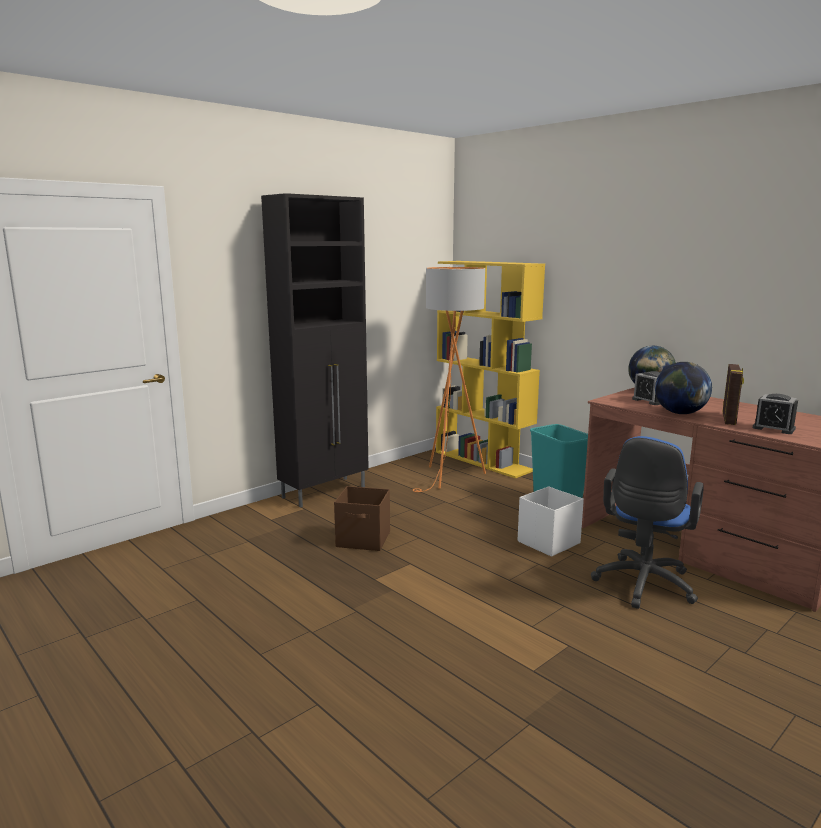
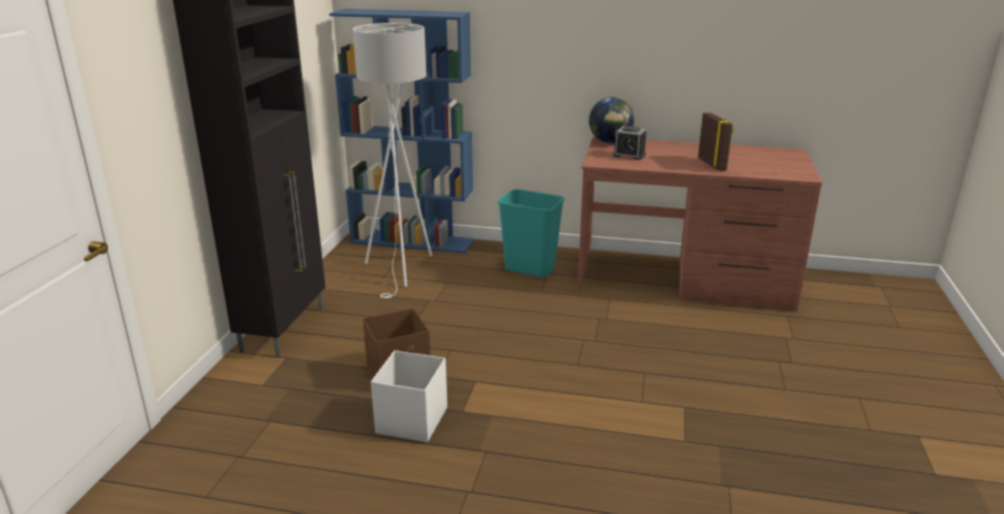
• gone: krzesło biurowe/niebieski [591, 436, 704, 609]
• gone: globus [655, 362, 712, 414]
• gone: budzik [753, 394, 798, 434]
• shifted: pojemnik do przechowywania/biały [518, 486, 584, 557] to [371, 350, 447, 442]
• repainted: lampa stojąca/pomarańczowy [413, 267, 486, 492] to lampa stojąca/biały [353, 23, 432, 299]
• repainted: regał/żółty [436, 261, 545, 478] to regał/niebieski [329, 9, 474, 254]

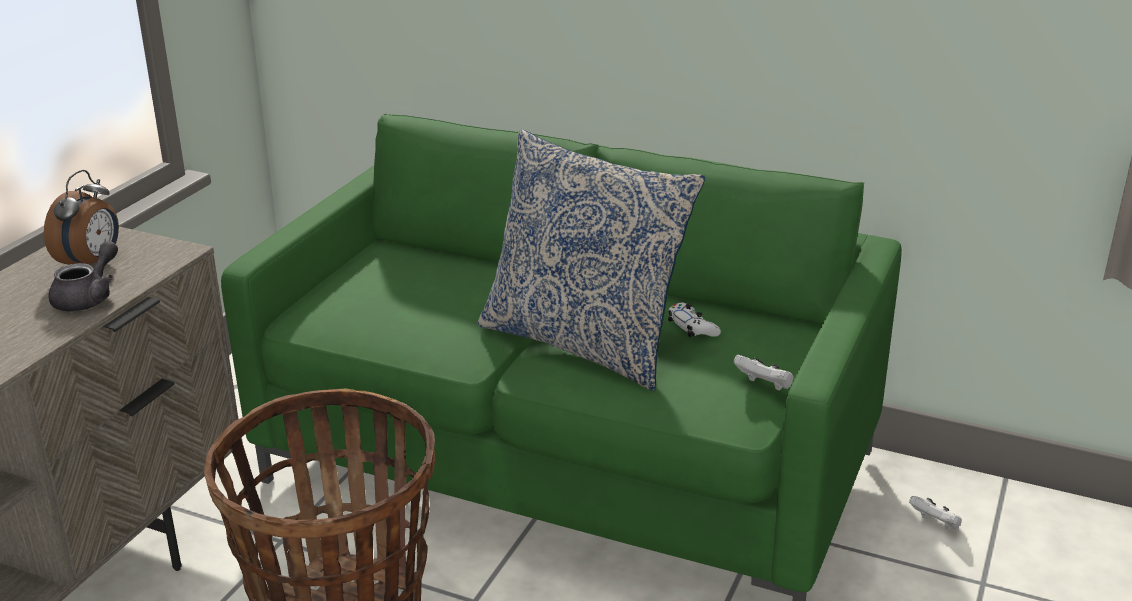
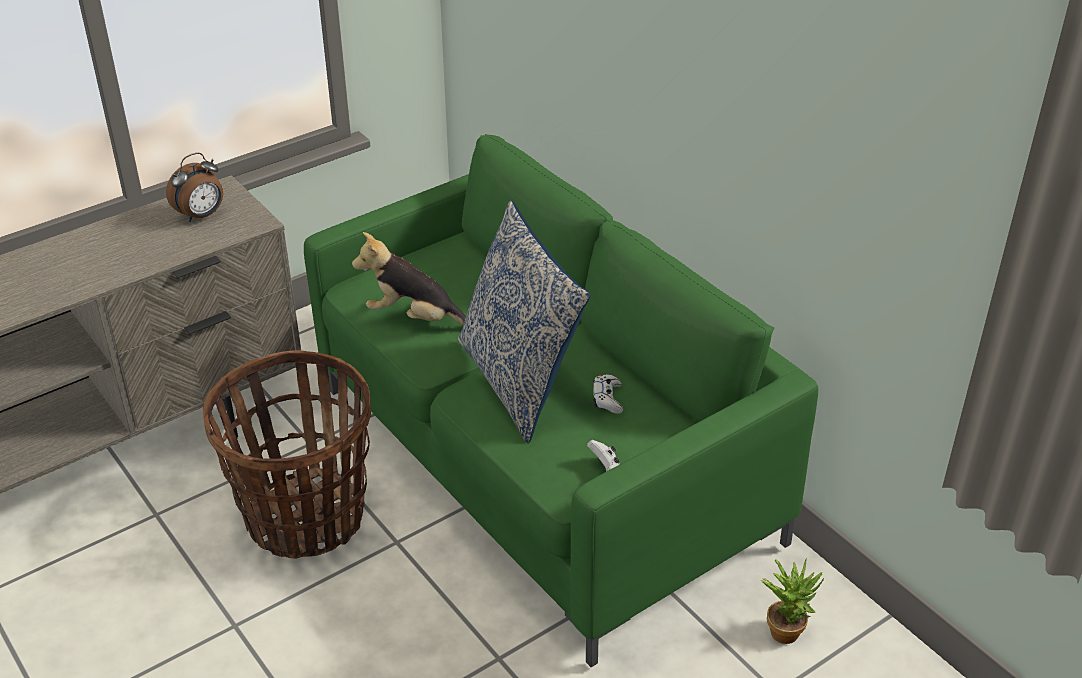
• gone: imbryk/szary [48, 241, 118, 312]
• new: pluszak [352, 232, 466, 325]
• swapped: pad do gier/biały [909, 496, 962, 530] to roślina doniczkowa [761, 558, 824, 644]

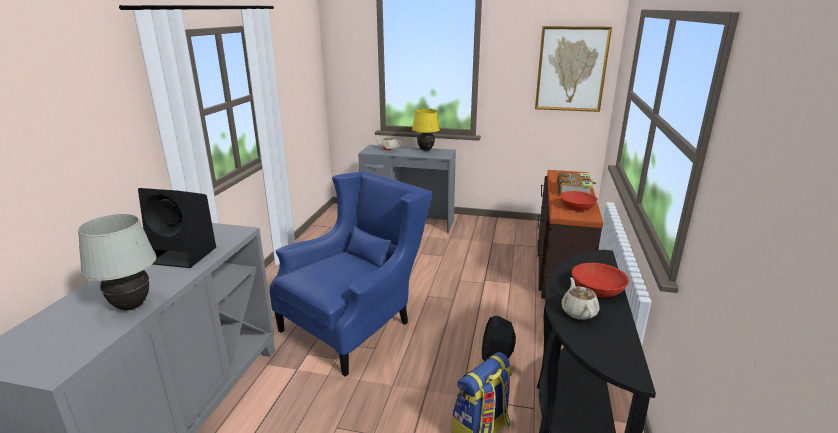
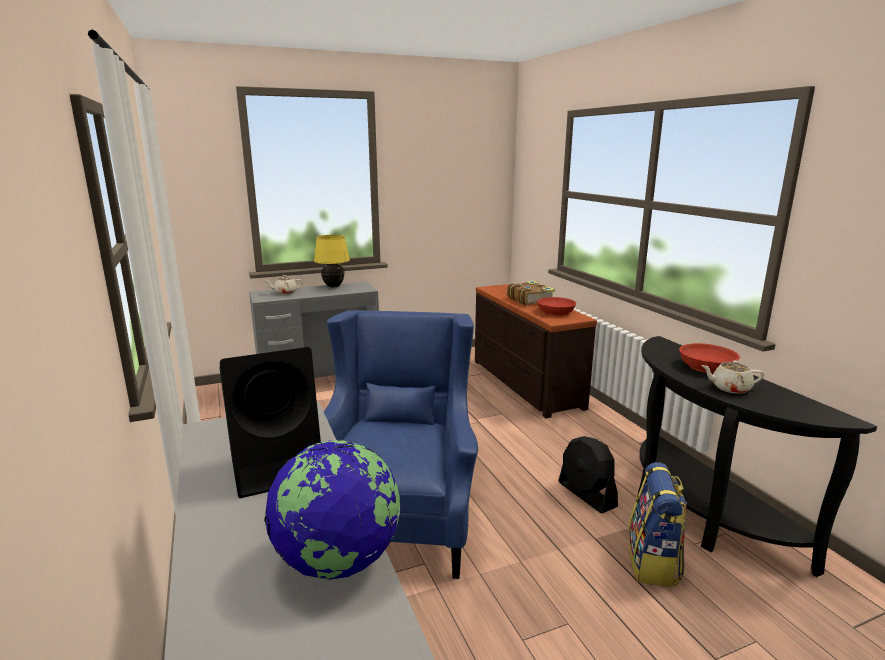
• gone: obraz [535, 26, 612, 112]
• swapped: lampa stołowa/biały [78, 214, 157, 311] to globus [264, 439, 400, 580]
• rotated: imbryk/beżowy [561, 278, 599, 320] = [702, 360, 764, 394] 45 degrees counterclockwise

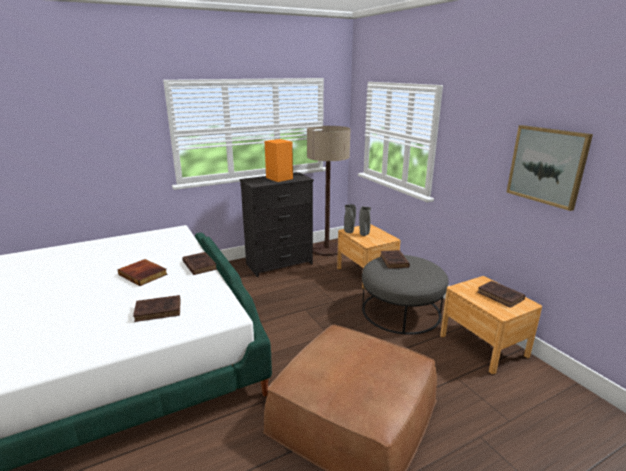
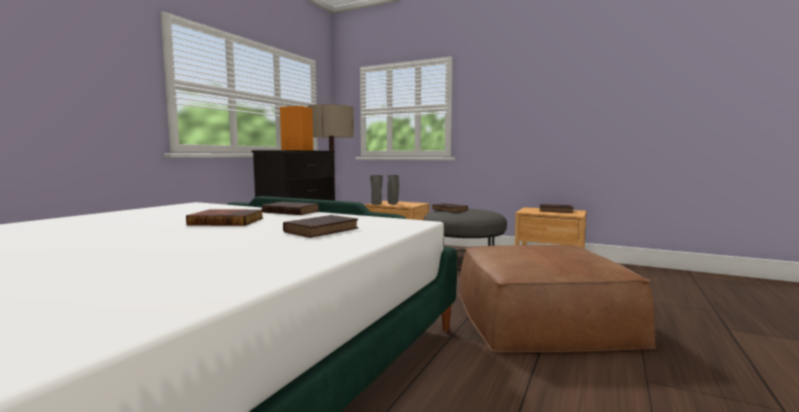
• gone: obraz [507, 125, 593, 211]

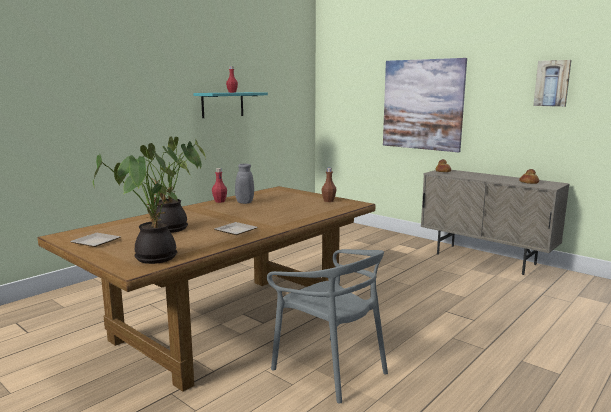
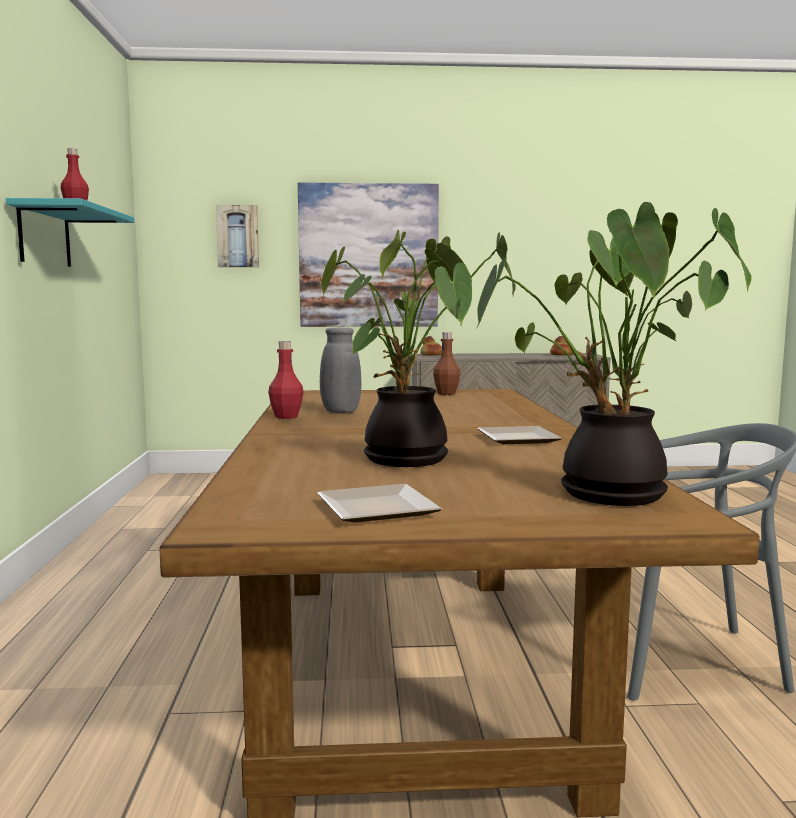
• shifted: obraz [533, 60, 571, 107] to [216, 205, 259, 267]

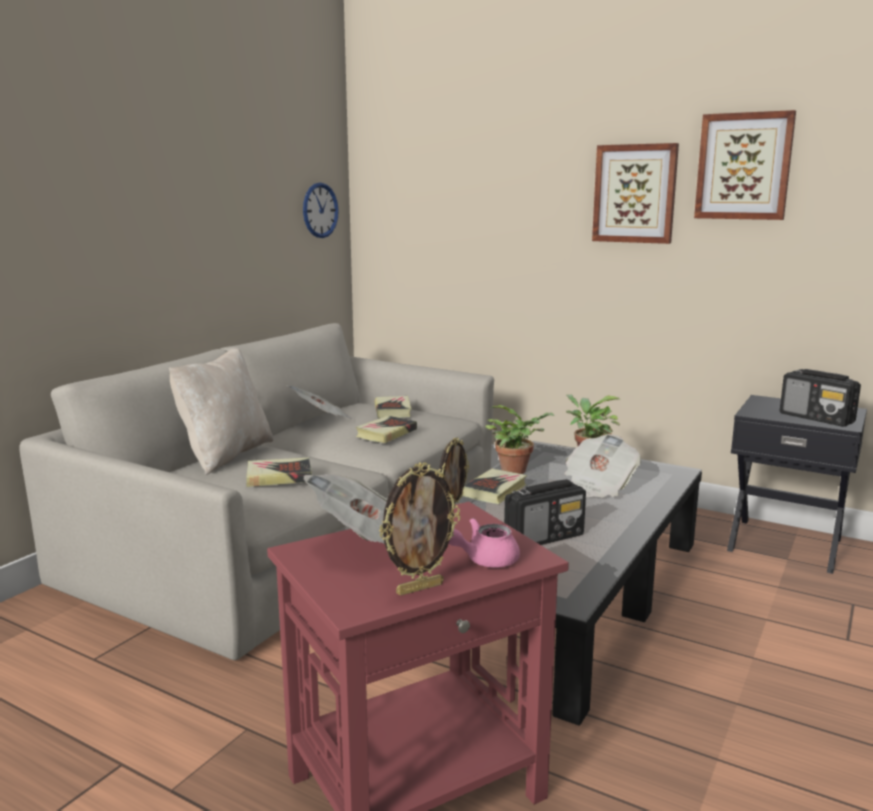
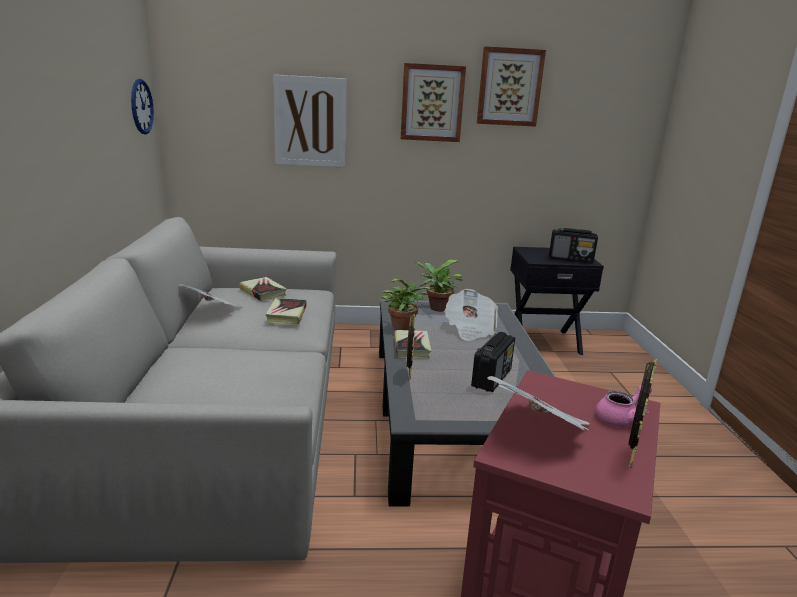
• gone: poduszka/beżowy [169, 348, 274, 475]
• gone: książka [246, 458, 312, 487]
• new: obraz [273, 75, 347, 167]
• rotated: imbryk/różowy [449, 518, 520, 568] = [595, 384, 652, 427] 150 degrees counterclockwise

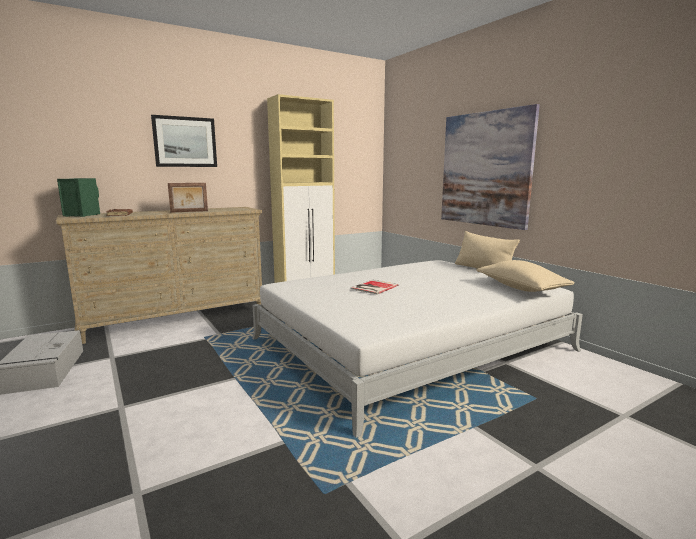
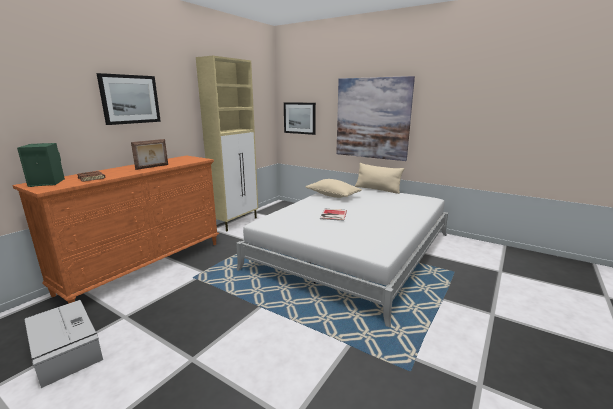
• new: obraz [284, 102, 316, 135]
• shifted: poduszka/beżowy [476, 260, 575, 292] to [305, 179, 362, 198]
• repainted: komoda/beżowy [56, 207, 262, 344] to komoda/pomarańczowy [12, 156, 219, 304]

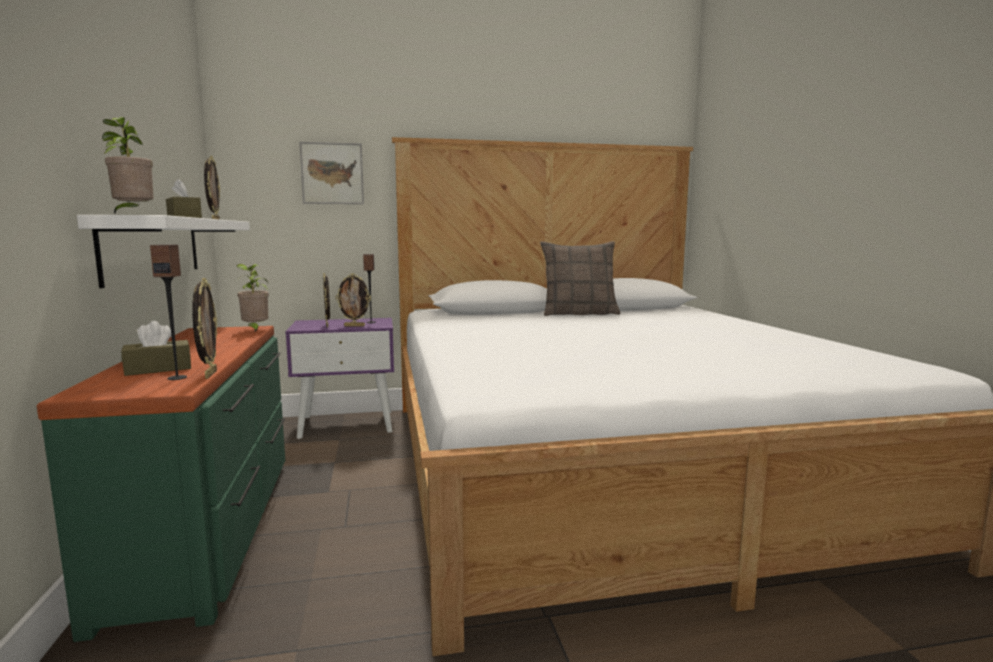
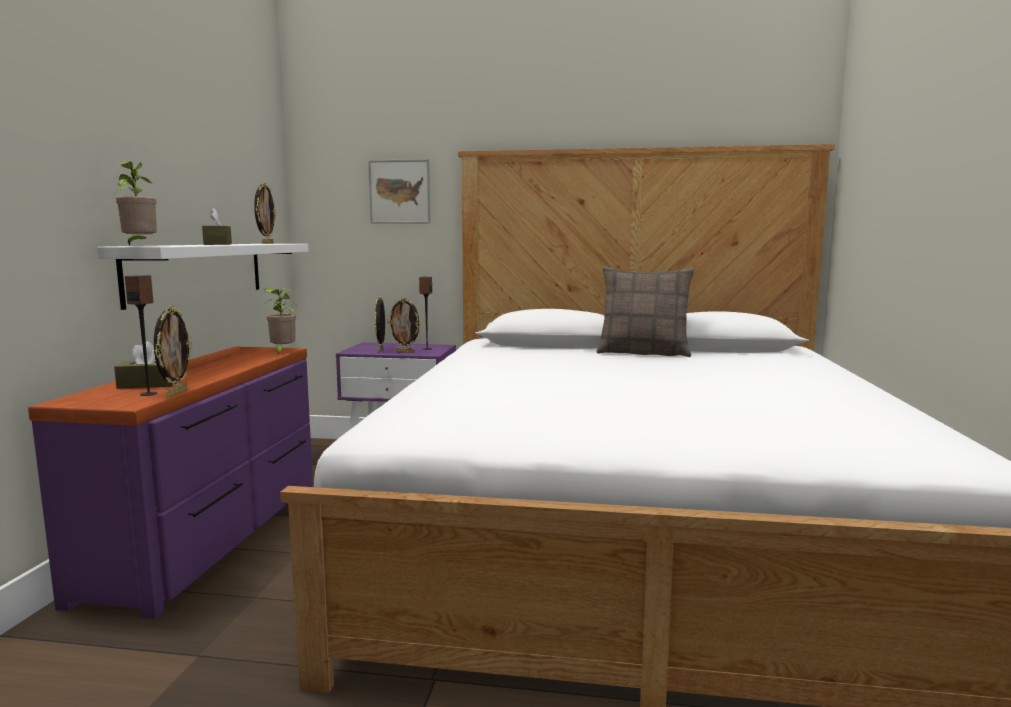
• repainted: komoda/zielony [37, 326, 285, 642] to komoda/fioletowy [28, 346, 313, 619]

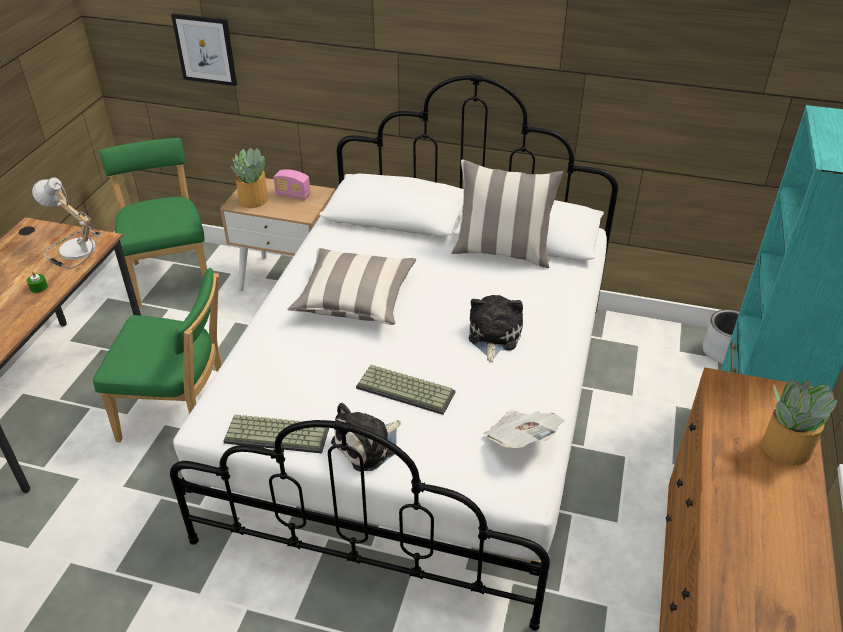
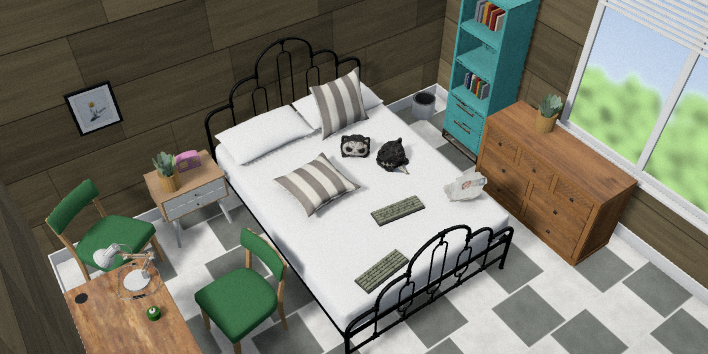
• shifted: pluszak [331, 403, 401, 471] to [341, 134, 370, 158]

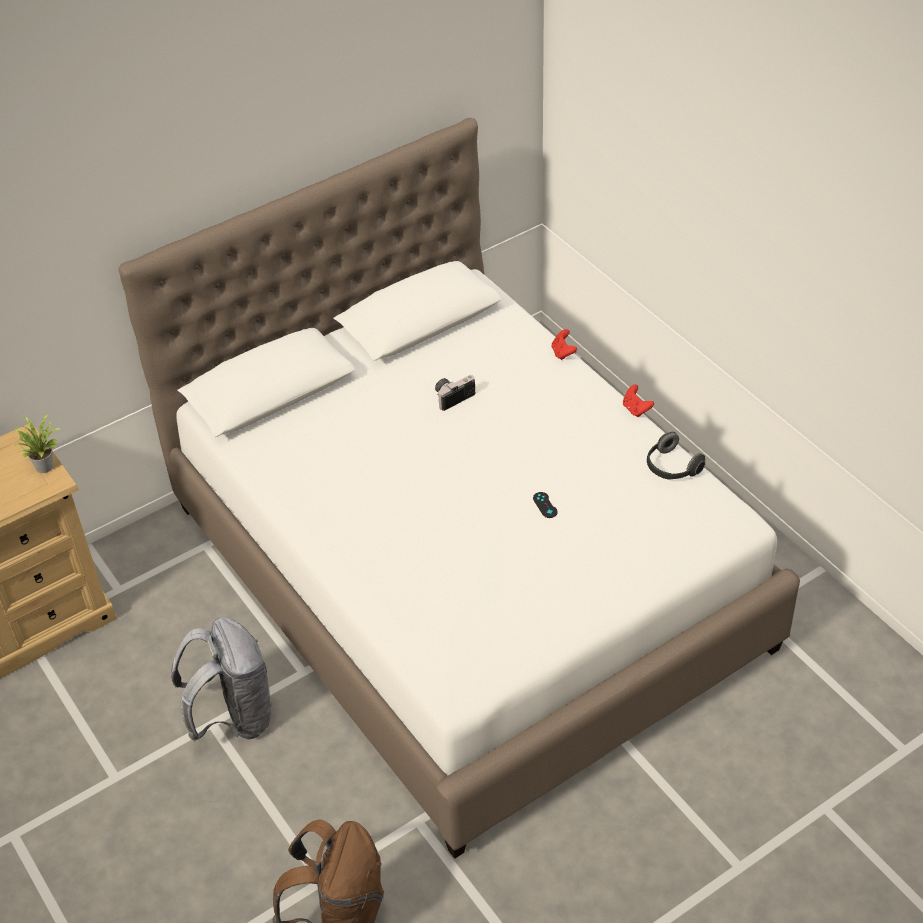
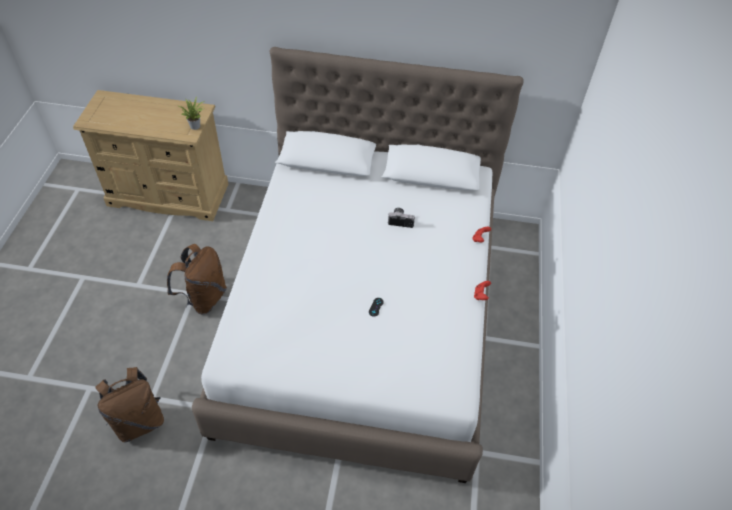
• gone: słuchawki [647, 432, 706, 480]
• repainted: plecak/szary [171, 617, 273, 741] to plecak/brązowy [167, 244, 227, 314]

